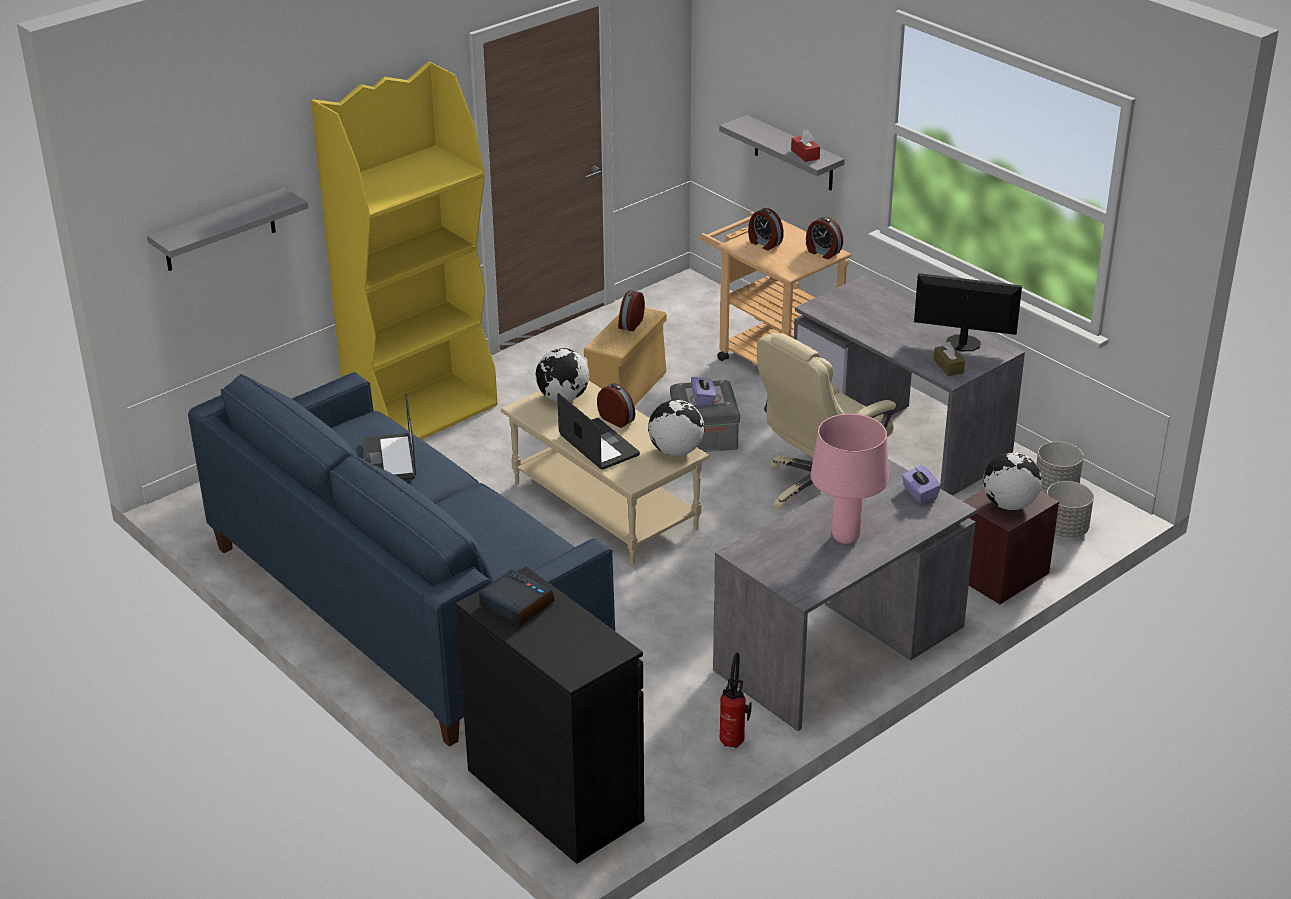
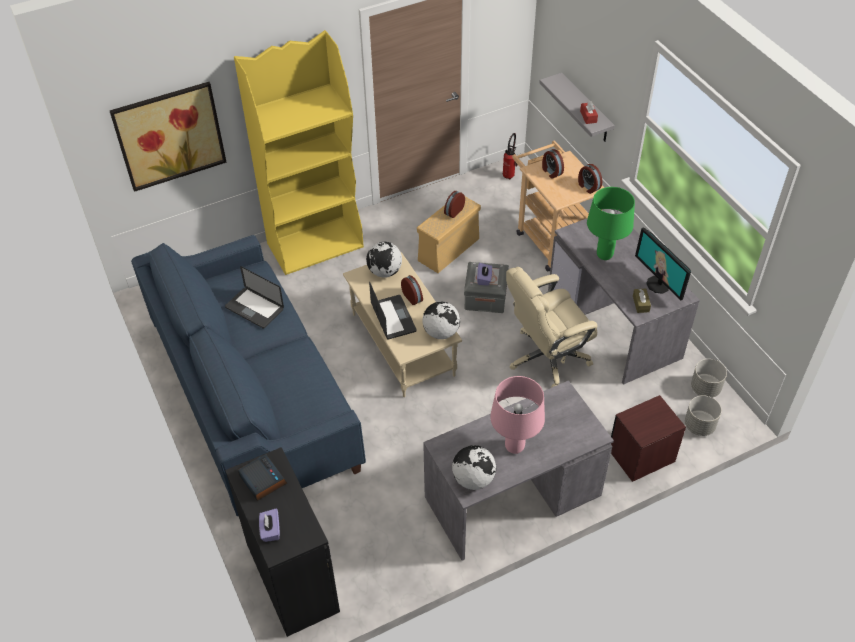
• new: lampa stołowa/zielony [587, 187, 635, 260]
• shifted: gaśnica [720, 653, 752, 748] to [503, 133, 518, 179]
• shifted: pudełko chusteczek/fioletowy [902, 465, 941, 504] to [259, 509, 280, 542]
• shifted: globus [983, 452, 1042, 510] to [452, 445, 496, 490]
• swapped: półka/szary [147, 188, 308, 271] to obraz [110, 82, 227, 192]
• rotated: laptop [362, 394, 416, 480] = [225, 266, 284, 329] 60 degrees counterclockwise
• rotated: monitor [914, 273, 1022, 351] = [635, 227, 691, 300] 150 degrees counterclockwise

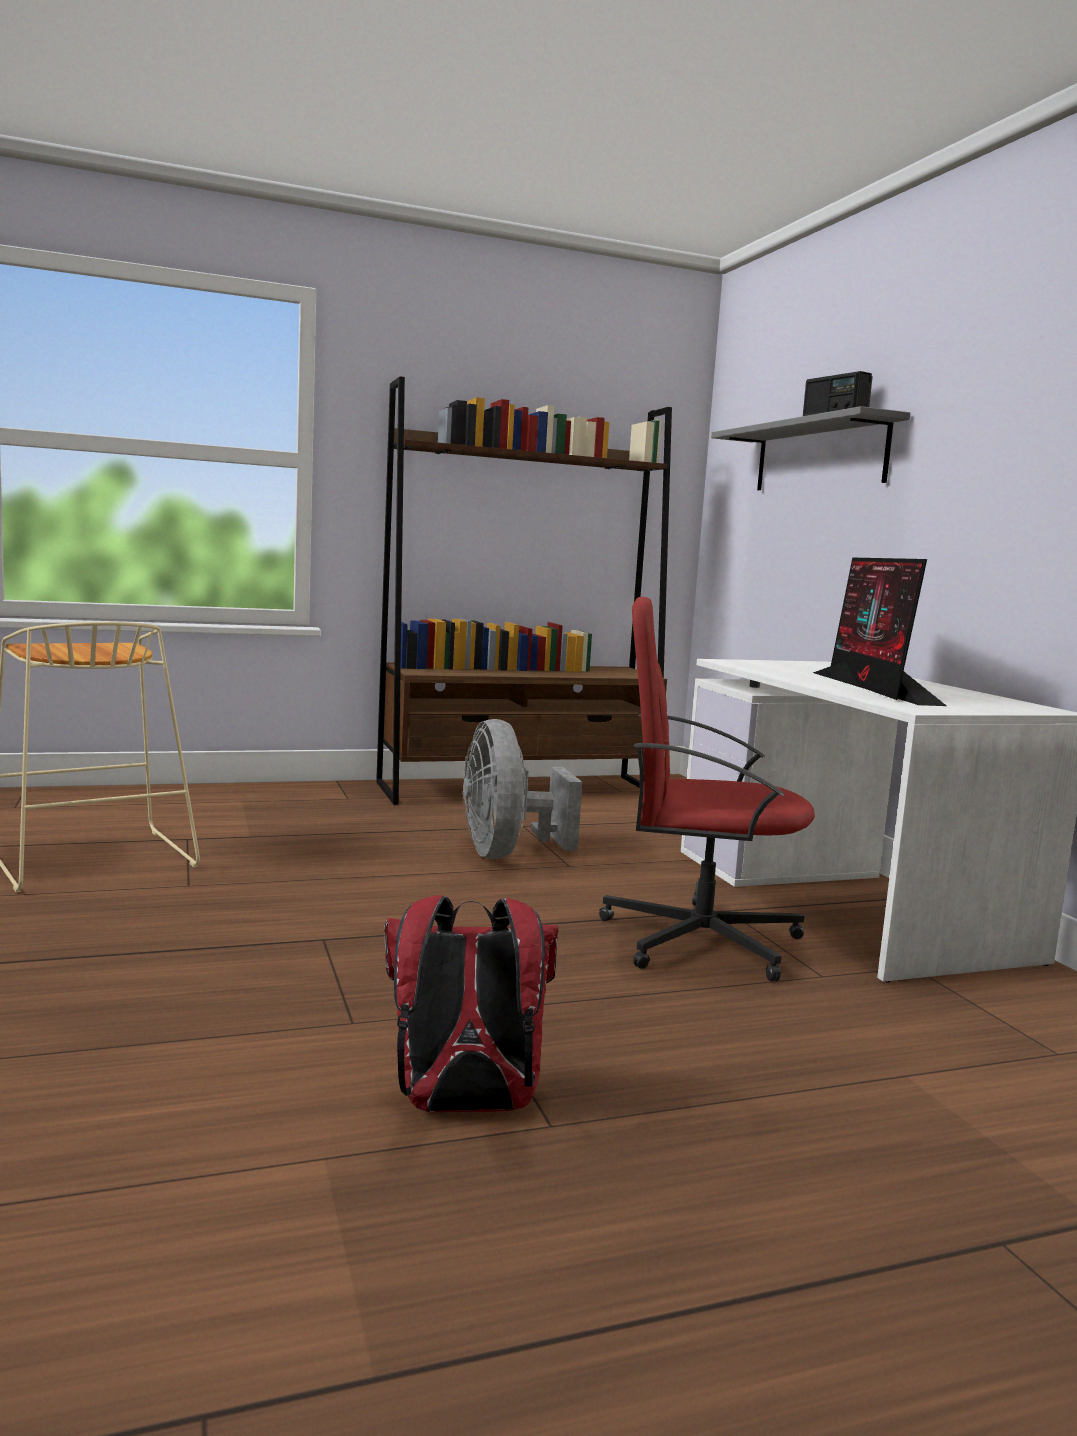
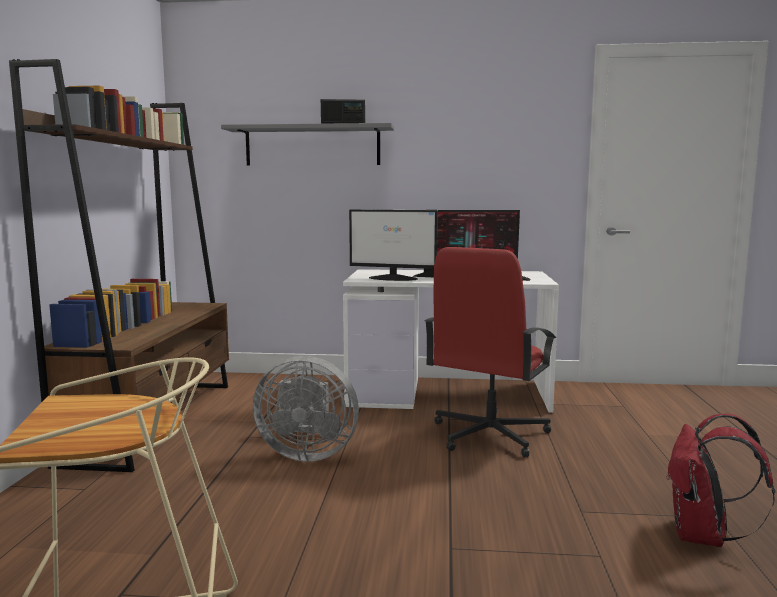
• new: monitor [349, 209, 438, 281]

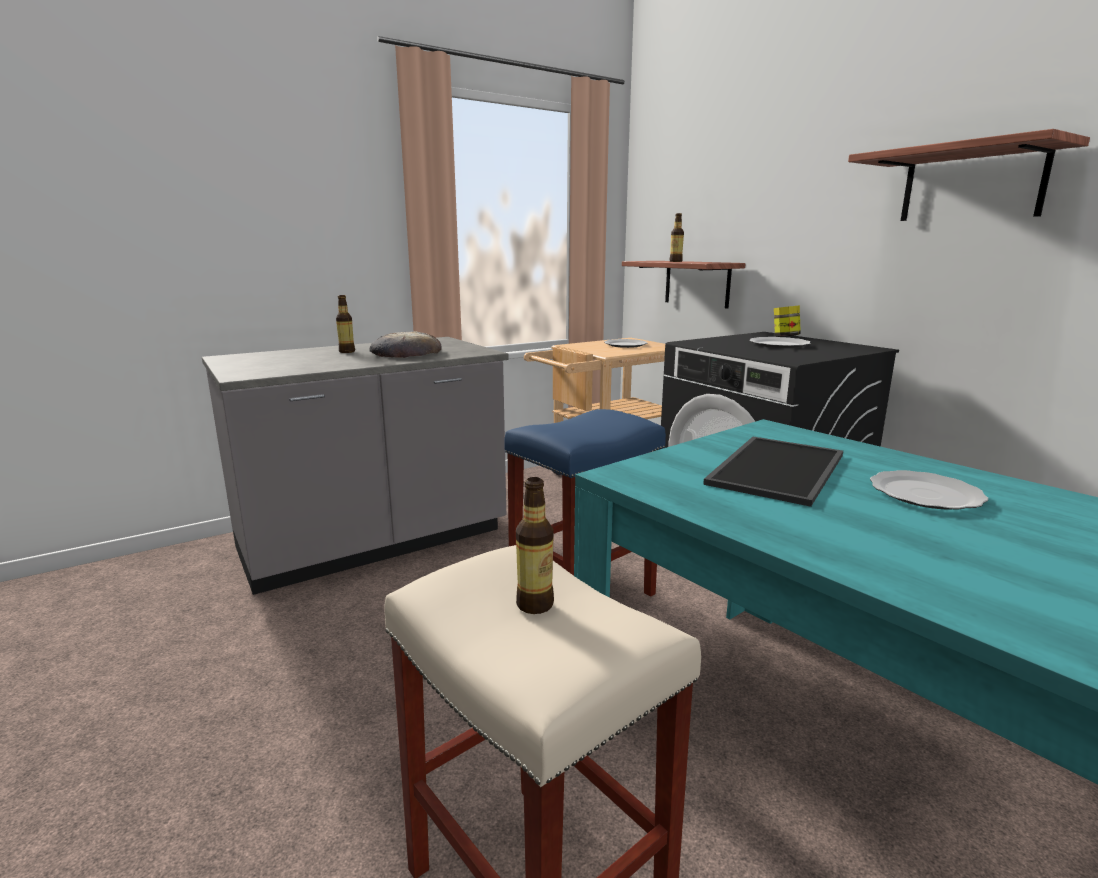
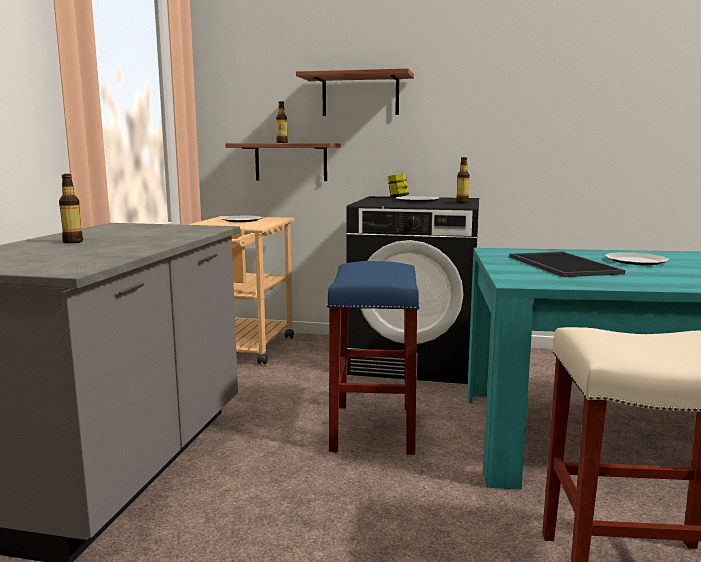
• gone: chleb [369, 331, 442, 358]
• shifted: butelka [516, 477, 554, 614] to [456, 157, 470, 203]
• shifted: półka [848, 129, 1090, 221] to [296, 68, 414, 116]

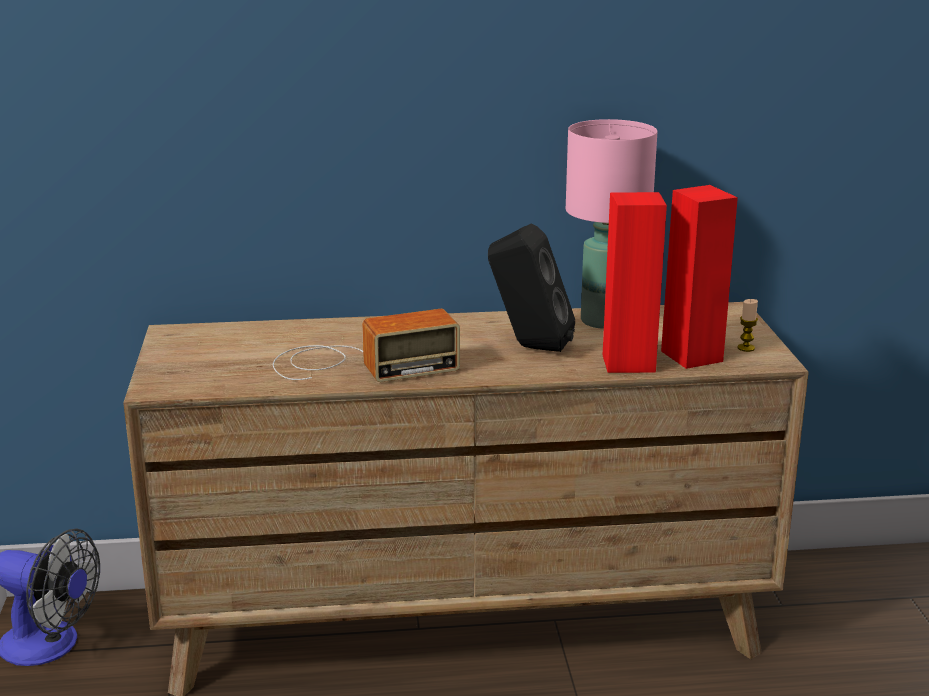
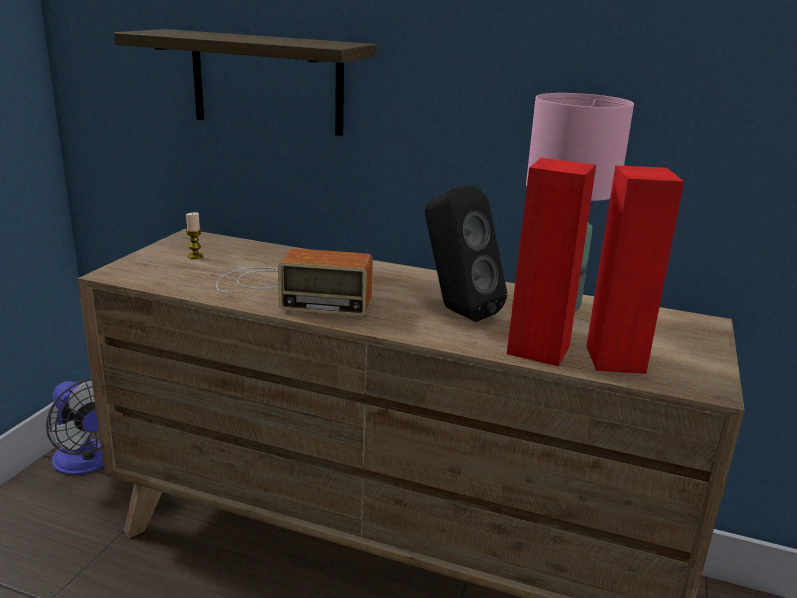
• new: półka [114, 29, 376, 136]
• shifted: świeca [737, 299, 758, 352] to [186, 212, 203, 259]

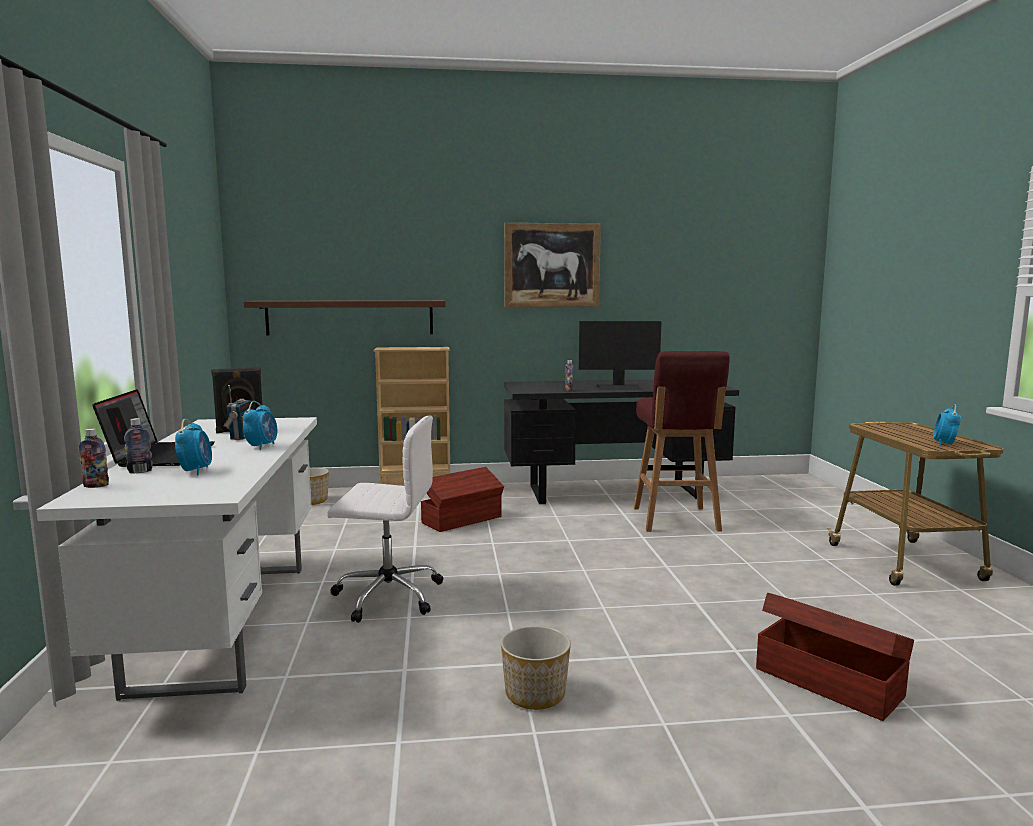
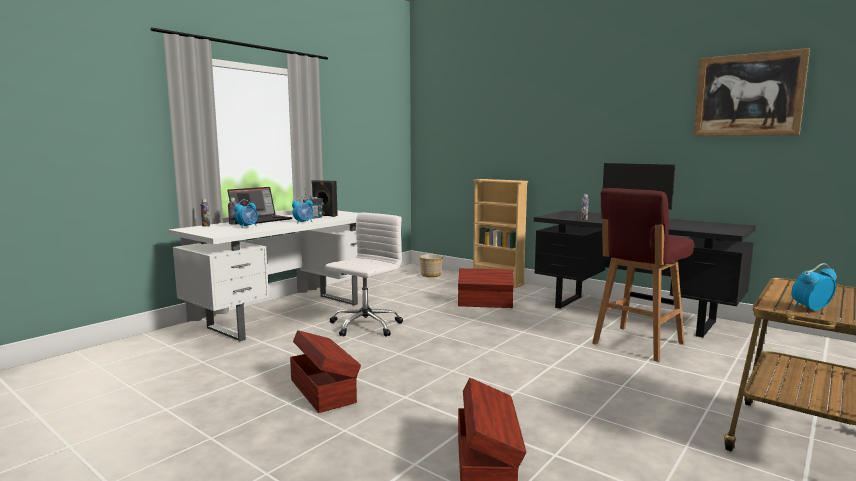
• gone: półka/brązowy [244, 300, 445, 335]
• shifted: obraz [504, 223, 601, 307] to [693, 48, 810, 136]
• swapped: donica [501, 626, 571, 710] to pojemnik do przechowywania/brązowy [290, 330, 361, 413]
• rotated: krzesło biurowe/biały [327, 415, 443, 623] = [325, 213, 403, 337] 105 degrees counterclockwise

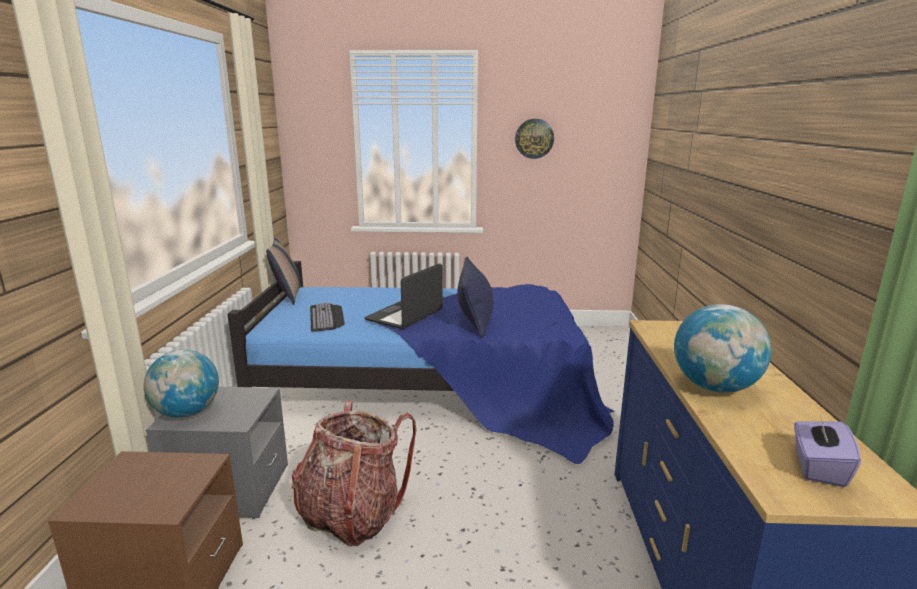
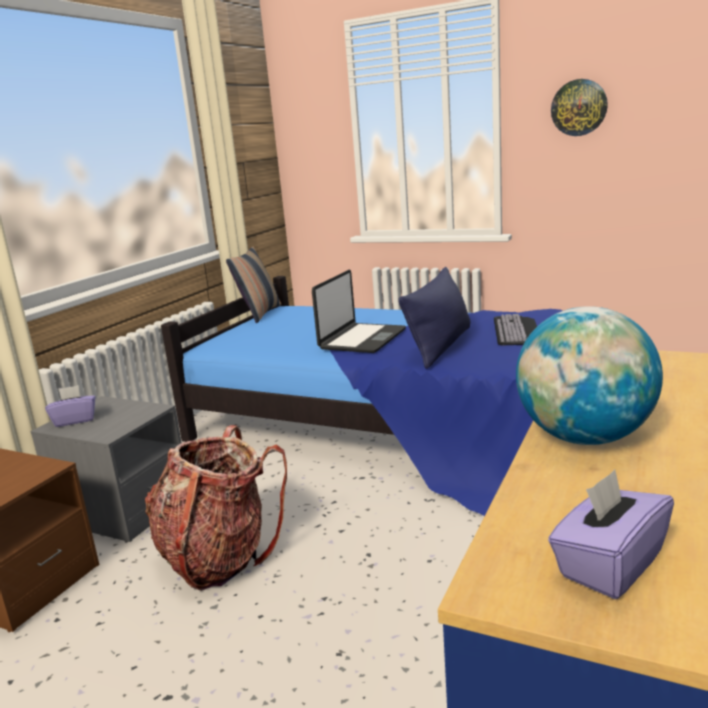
• shifted: klawiatura [310, 303, 345, 331] to [494, 314, 537, 345]
• swapped: globus [144, 350, 219, 418] to pudełko chusteczek/fioletowy [45, 385, 96, 427]
• rotated: laptop [365, 263, 443, 329] = [312, 270, 406, 353] 150 degrees clockwise

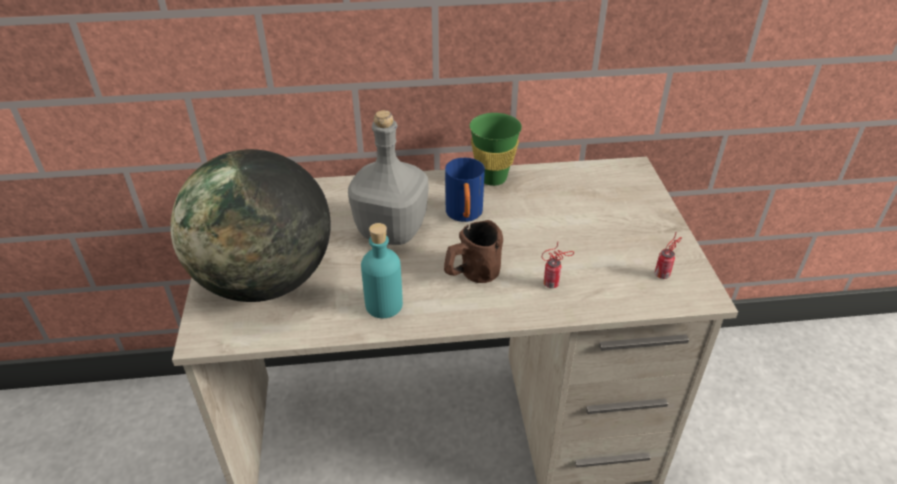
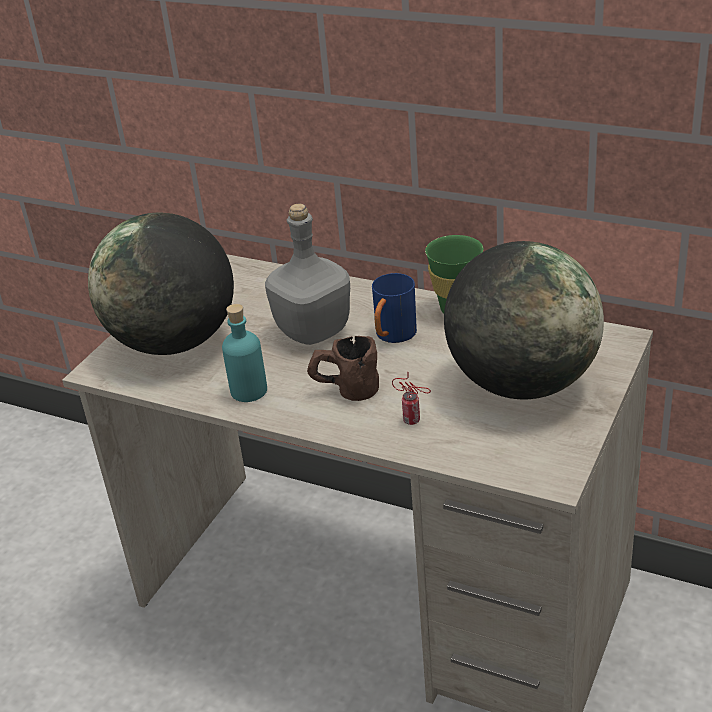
• gone: puszka [655, 232, 682, 279]
• new: globus [444, 241, 604, 399]

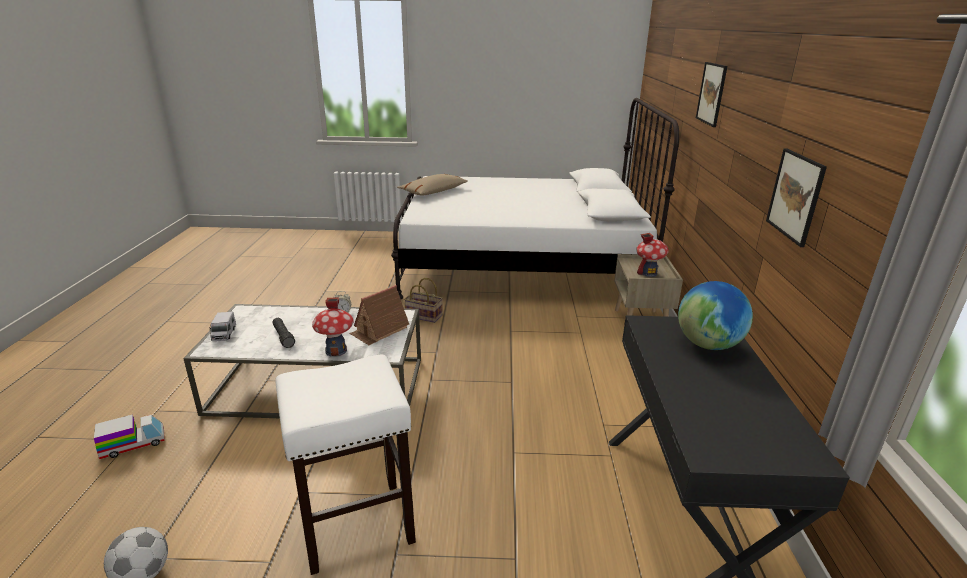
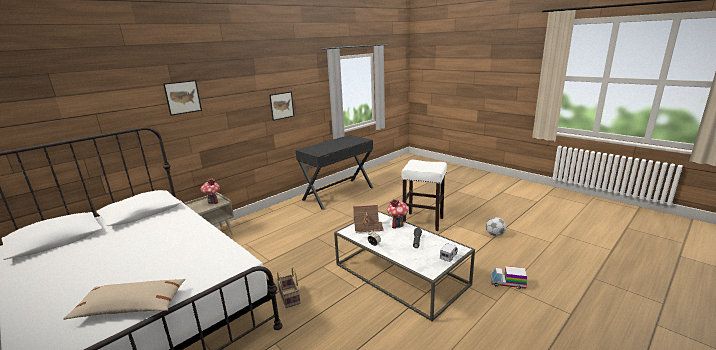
• gone: globus [678, 281, 753, 350]

